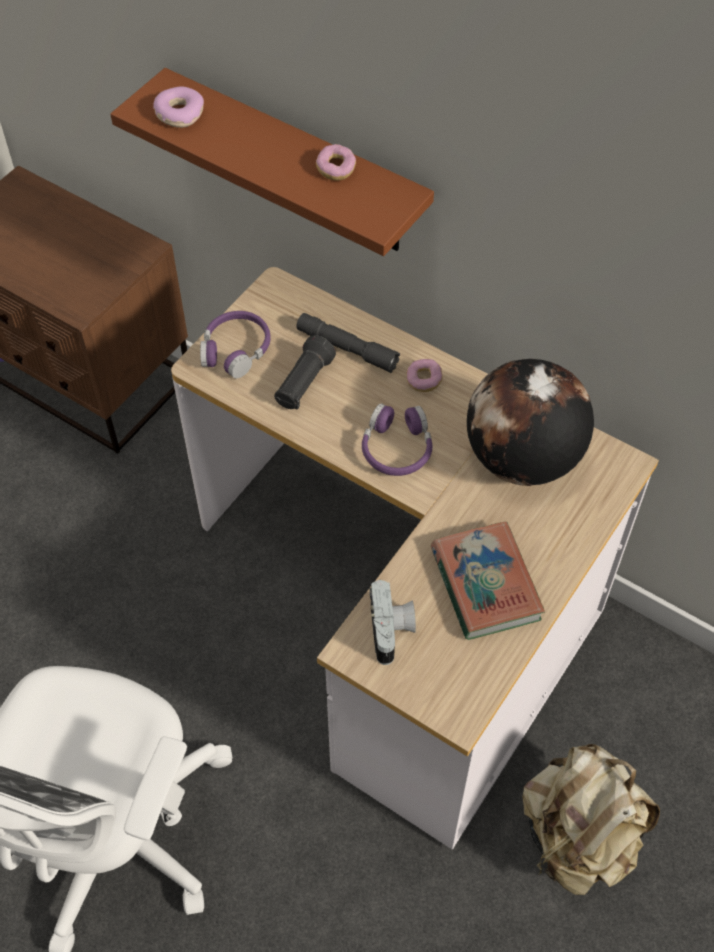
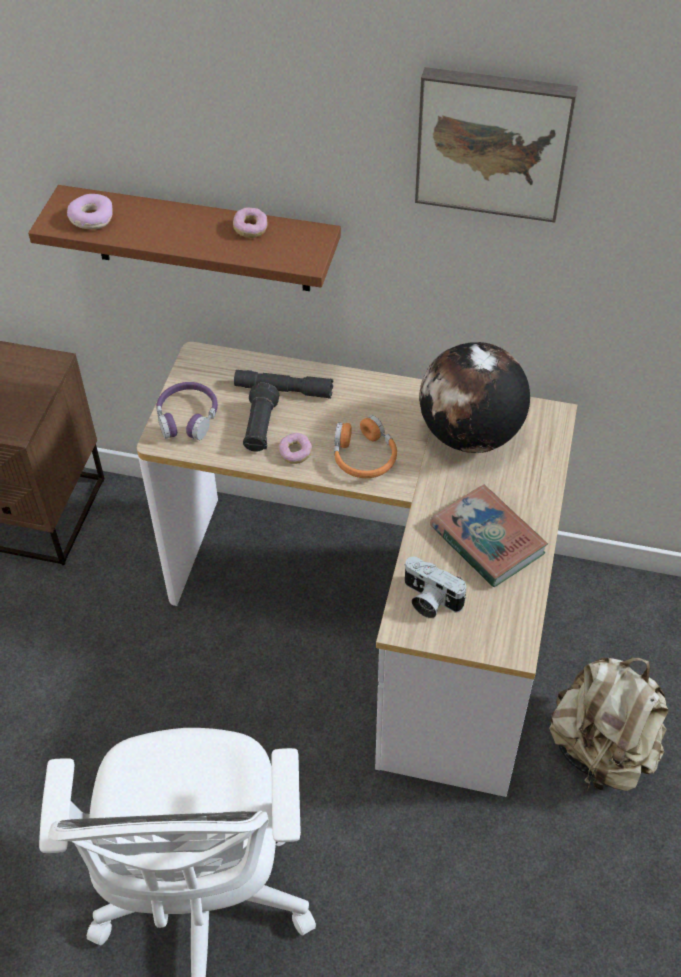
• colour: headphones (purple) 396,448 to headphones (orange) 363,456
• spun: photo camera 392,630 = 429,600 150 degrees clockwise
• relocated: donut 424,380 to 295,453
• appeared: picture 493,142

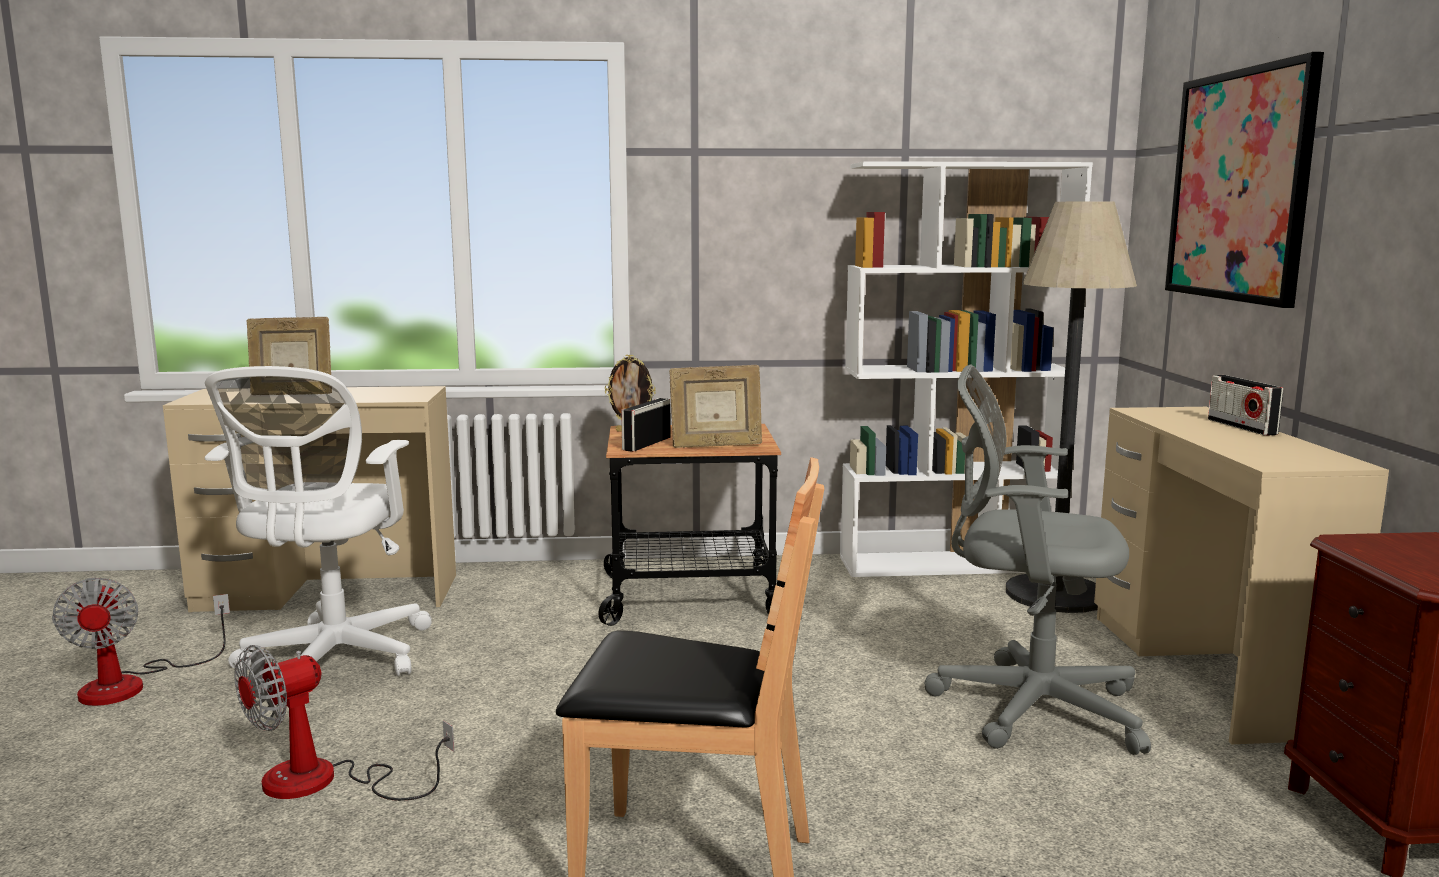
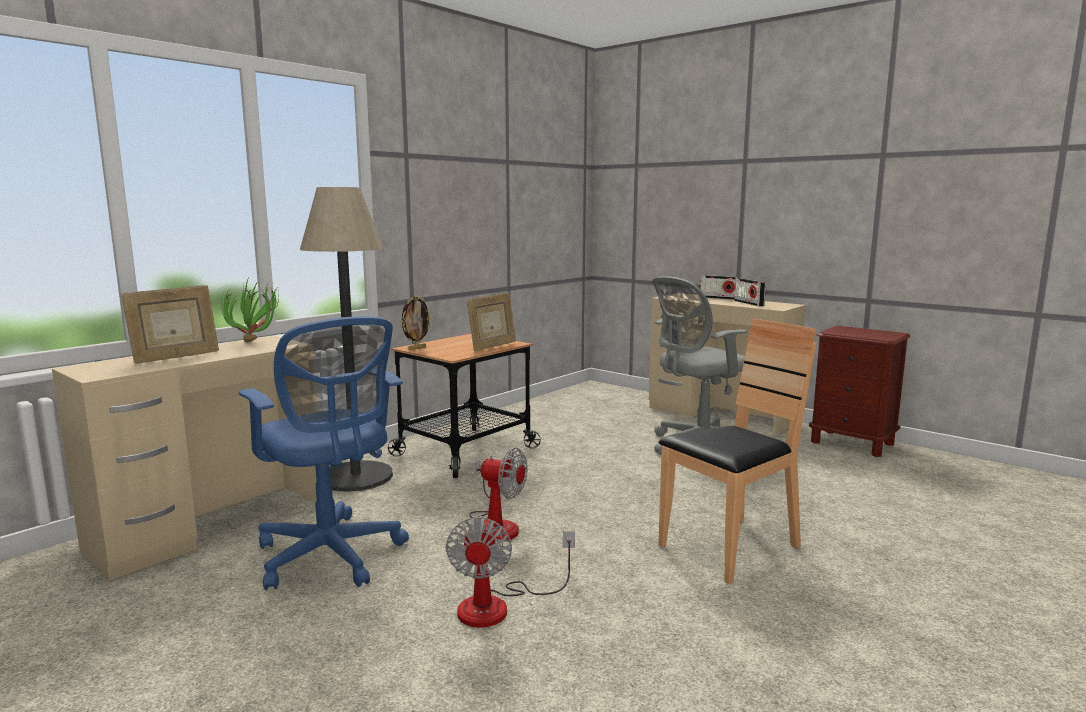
• relocated: fan 133,683 to 495,525
• colour: office chair (white) 333,661 to office chair (blue) 332,557
• relocated: radio 646,444 to 749,303
• missing: bookcase (white) 950,564
• relocated: floor lamp 1055,594 to 355,477
• missing: picture 1239,186
• appeared: potted plant 257,342

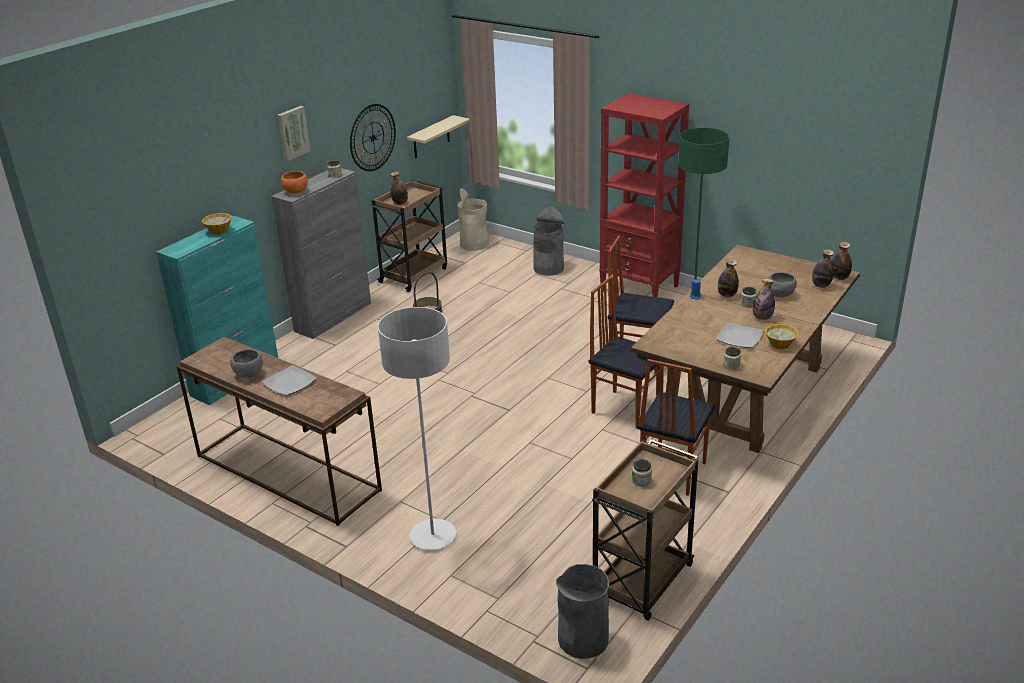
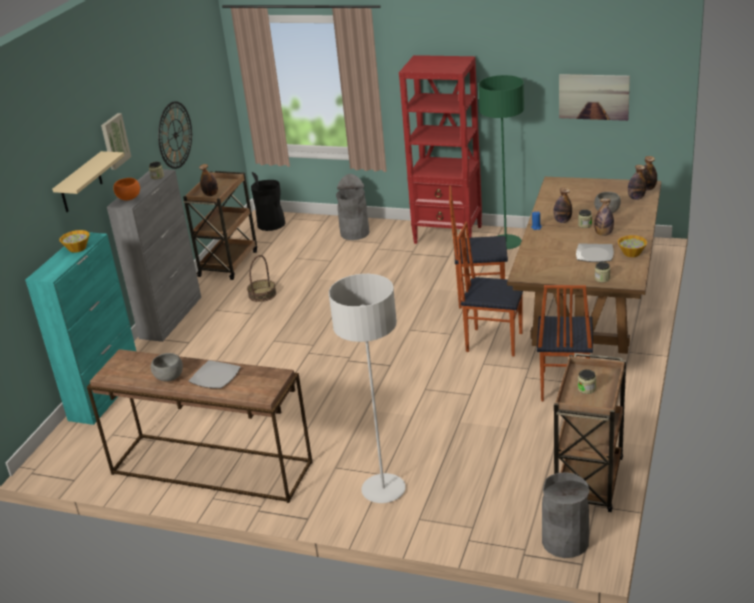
• relocated: shelf (beige) 431,137 to 80,183
• colour: trash can (beige) 474,244 to trash can (black) 271,224
• appeared: picture 593,96

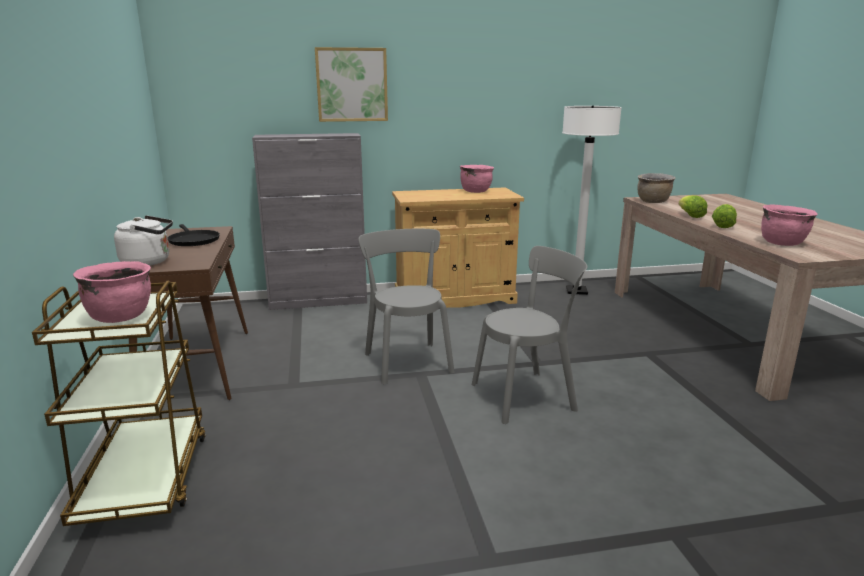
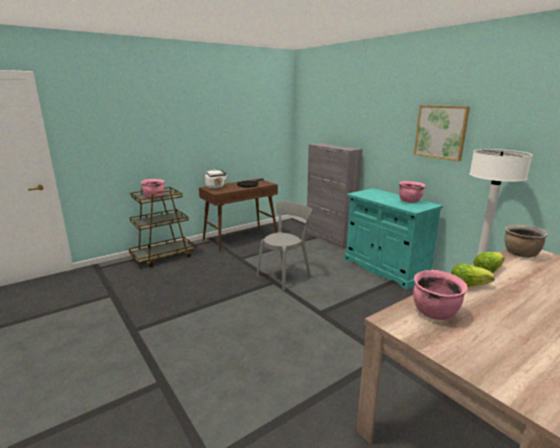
• relocated: picture 352,85 to 440,132
• colour: cabinet (beige) 454,298 to cabinet (turquoise) 385,268
• missing: chair (grey) 527,395

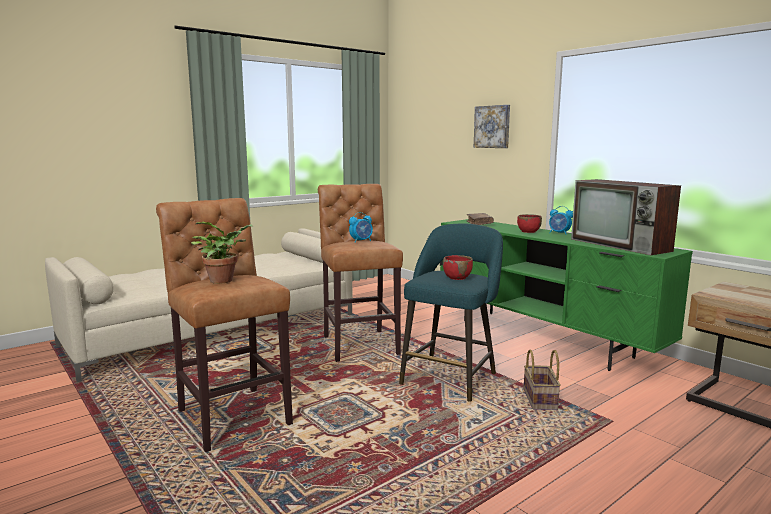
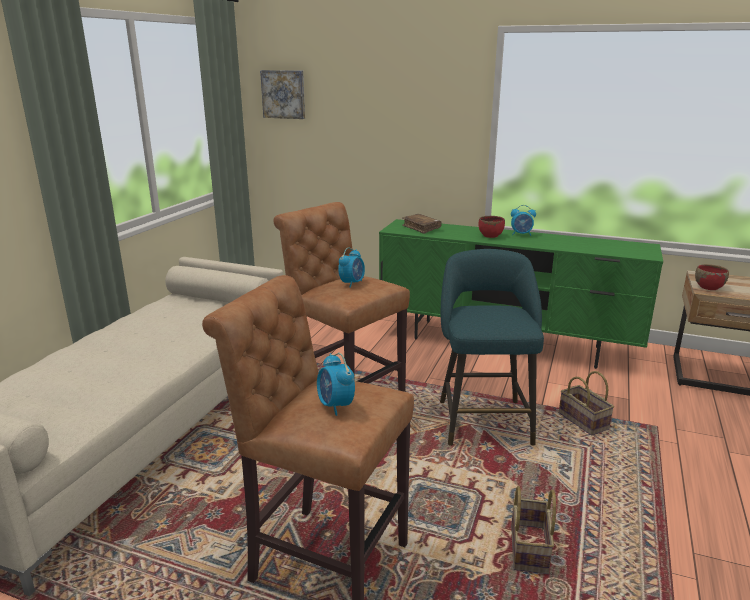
• exchanged: potted plant 224,280 to alarm clock 335,406
• relocated: bowl (red) 457,277 to 708,287
• relocated: picture 492,127 to 284,94
• missing: television 621,245
• appeared: basket 530,551

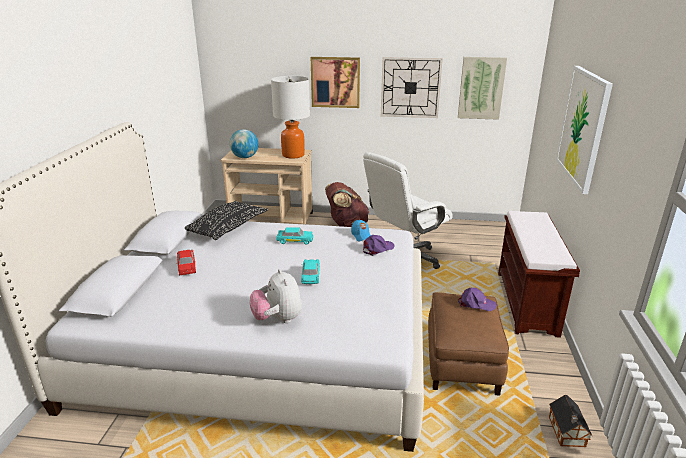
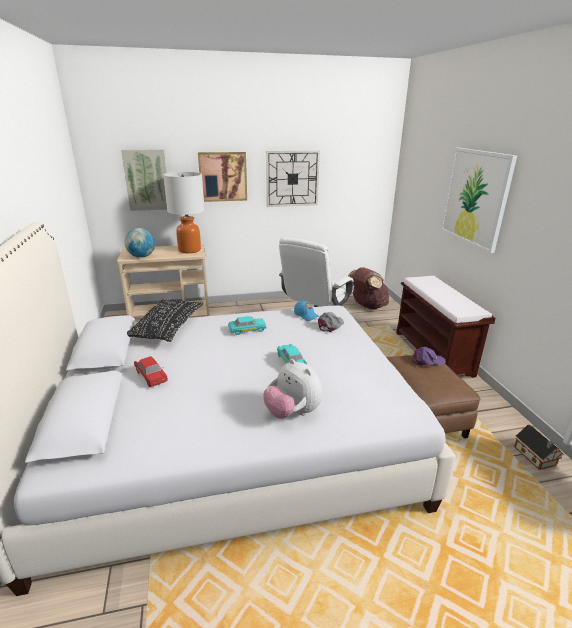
• relocated: backpack (brown) 346,226 to 367,306
• colour: cap (purple) 377,249 to cap (grey) 330,325
• relocated: picture 481,88 to 146,180

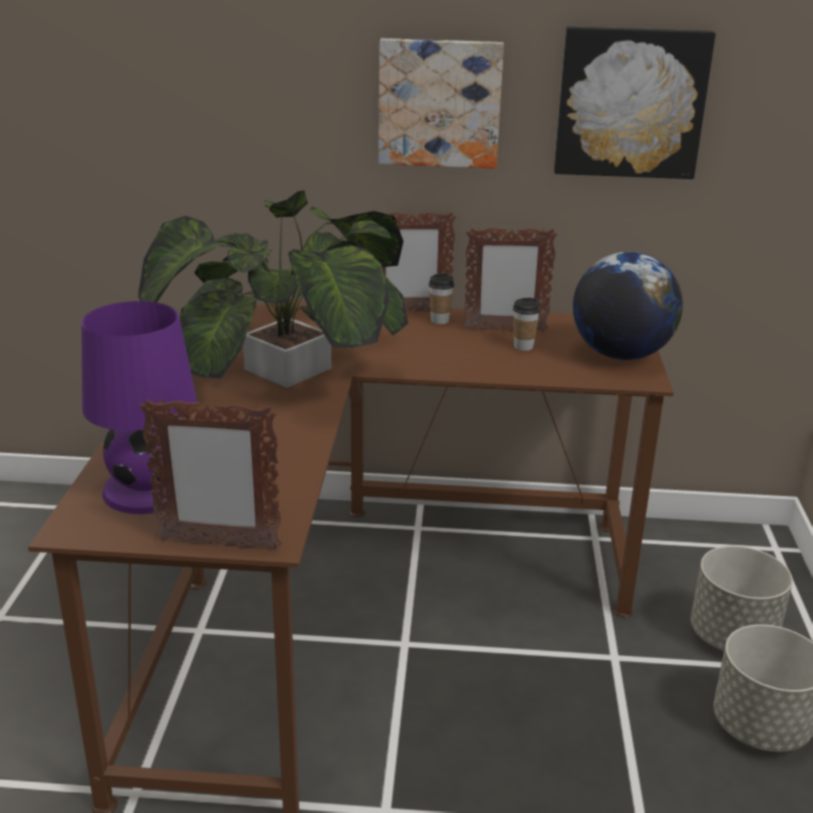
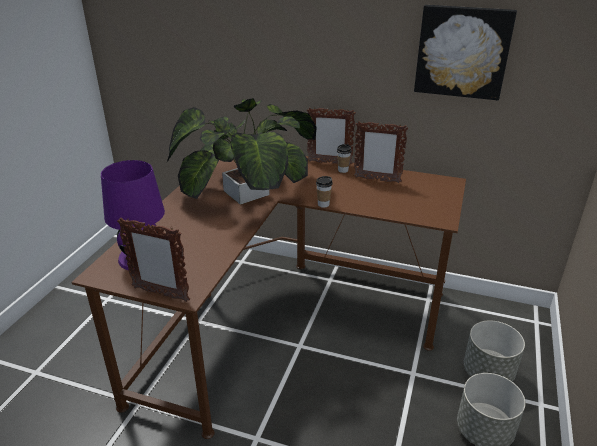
• missing: picture 439,103
• relocated: cup 523,347 to 323,204
• missing: globe 620,355

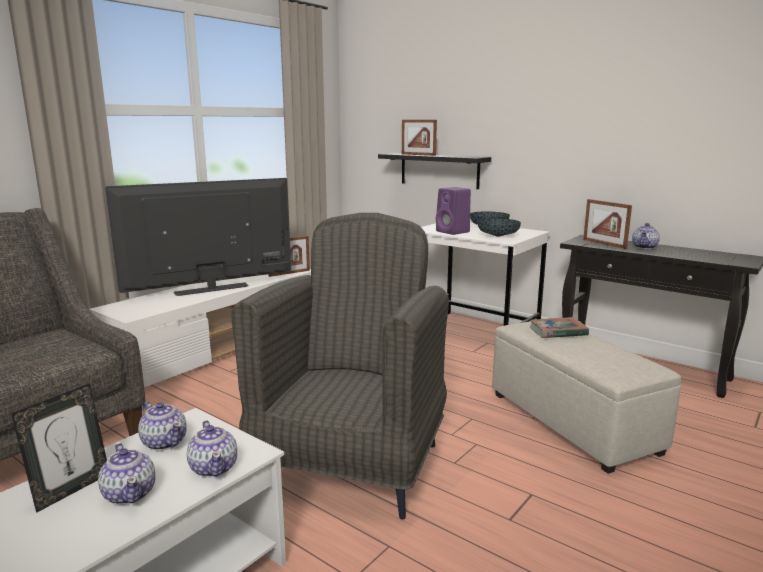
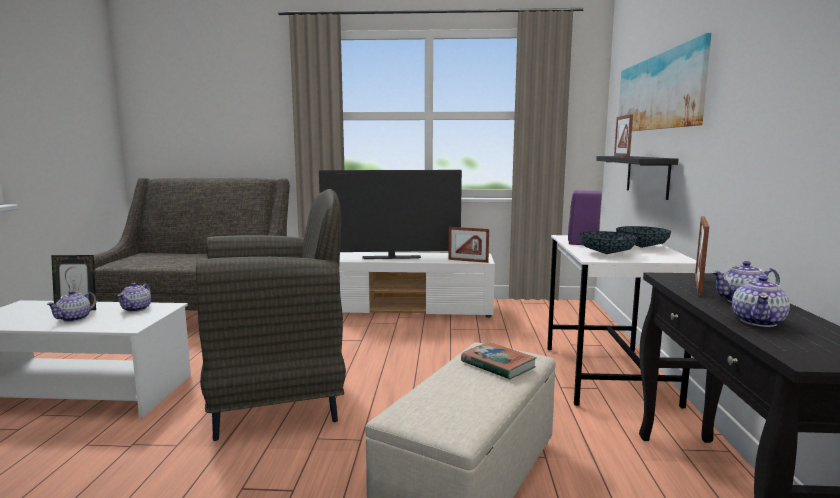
• spun: television 211,289 = 391,257 150 degrees clockwise
• relocated: teapot 214,467 to 758,321
• appeared: picture 659,92

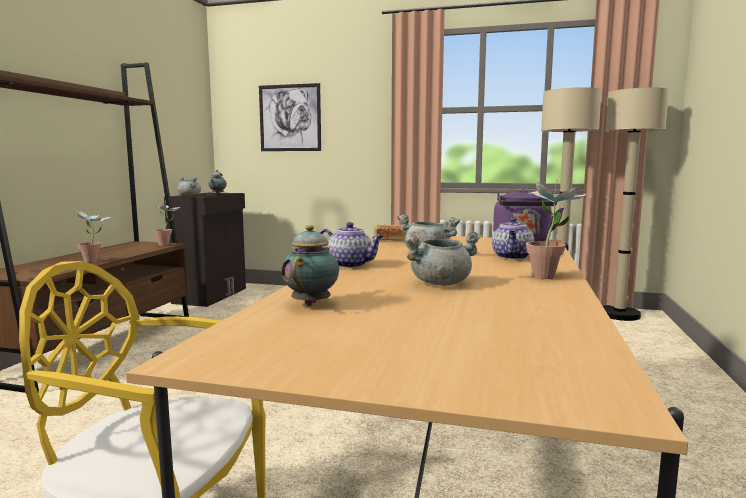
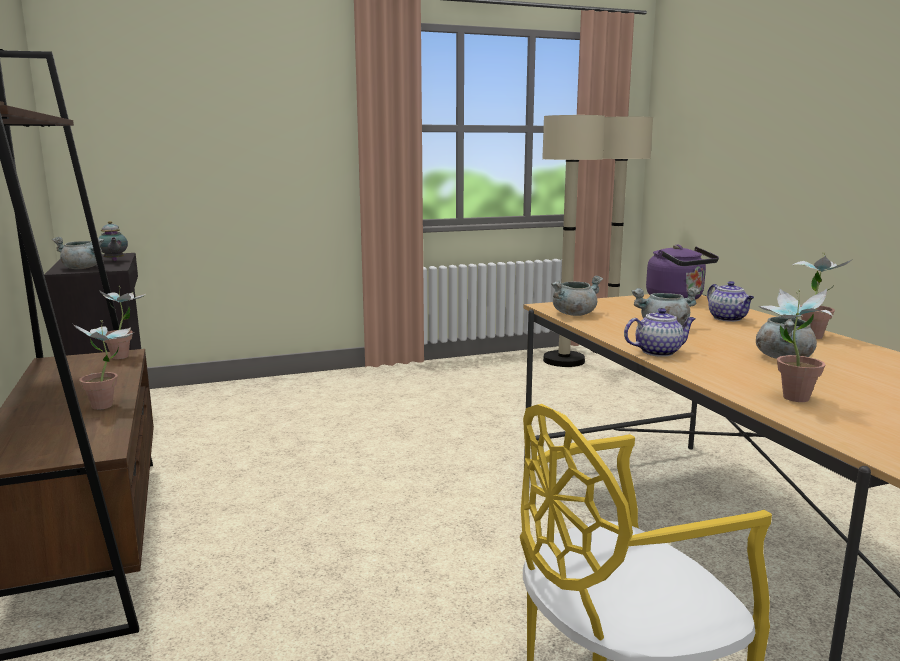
• missing: picture 290,118
• exchanged: teapot 312,303 to potted plant 787,398
• exchanged: bread 391,241 to cooking pot (grey) 574,314

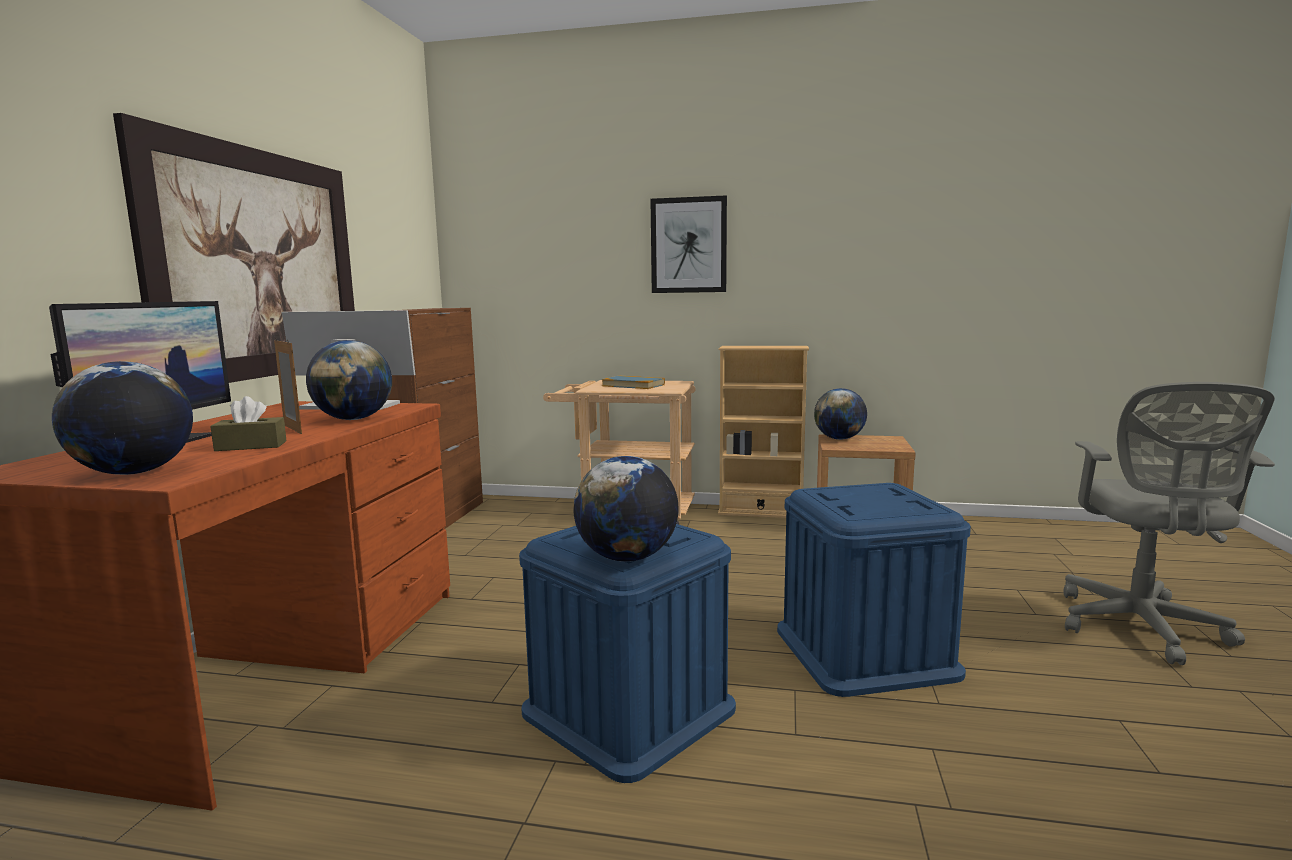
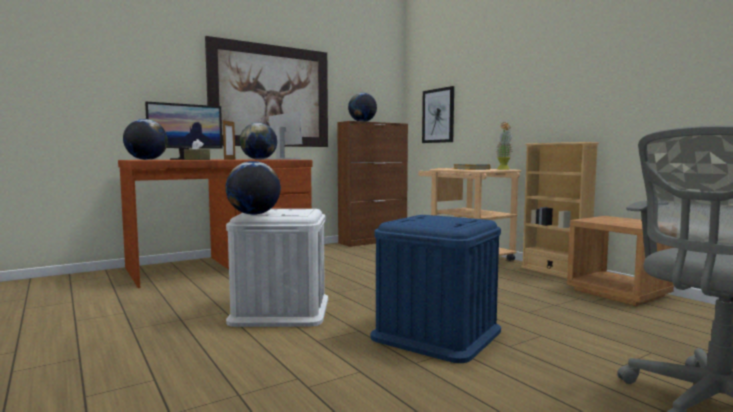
• colour: storage box (blue) 629,709 to storage box (white) 281,310
• relocated: picture 688,245 to 438,115
• relocated: globe 839,439 to 362,122
• appeared: potted plant 503,169

